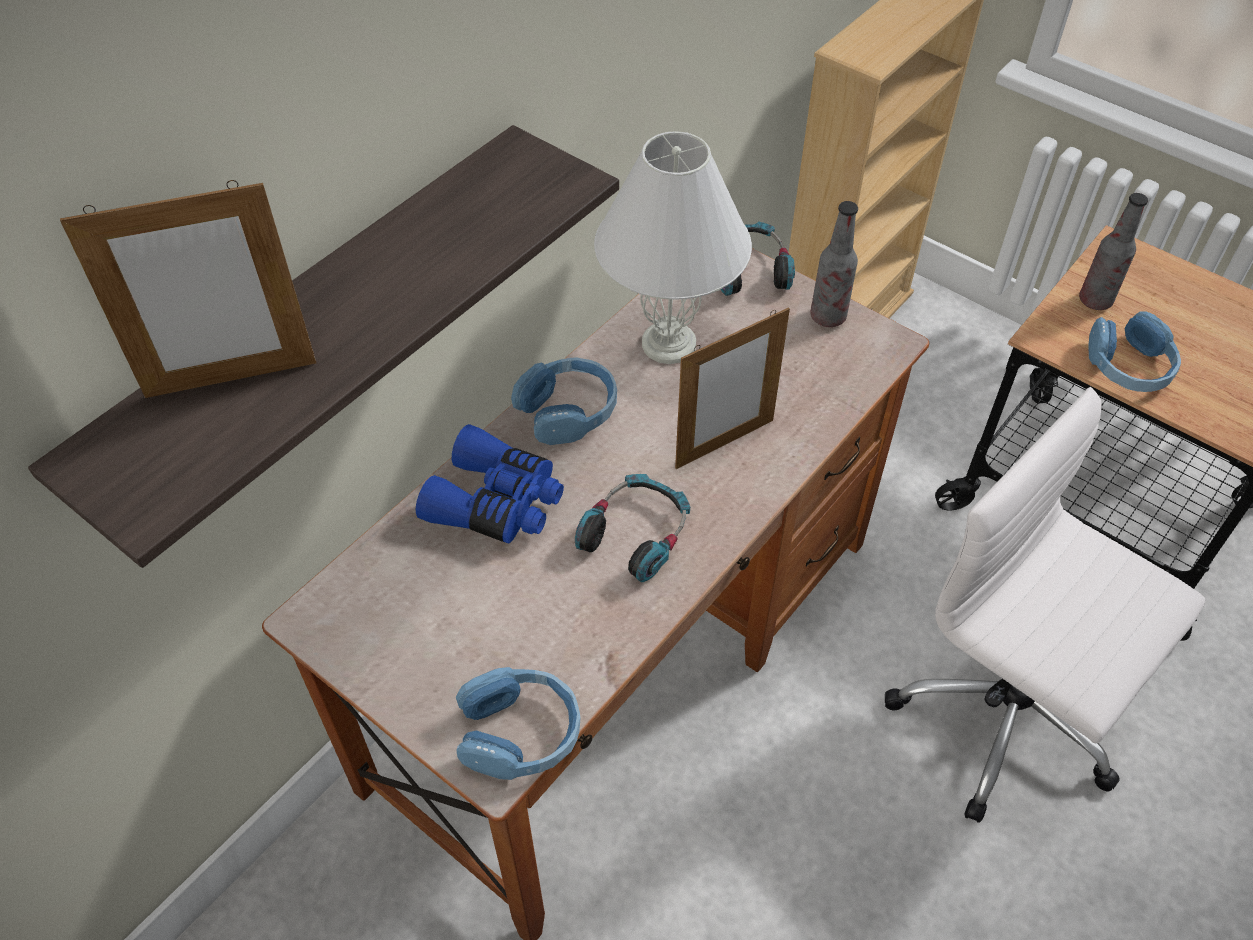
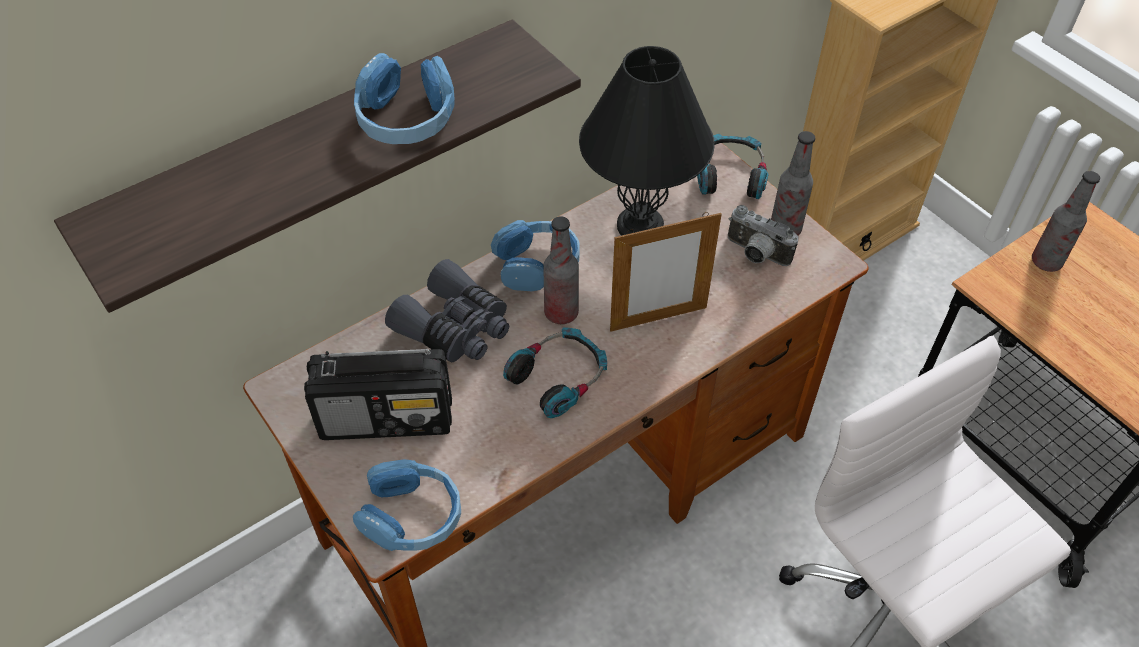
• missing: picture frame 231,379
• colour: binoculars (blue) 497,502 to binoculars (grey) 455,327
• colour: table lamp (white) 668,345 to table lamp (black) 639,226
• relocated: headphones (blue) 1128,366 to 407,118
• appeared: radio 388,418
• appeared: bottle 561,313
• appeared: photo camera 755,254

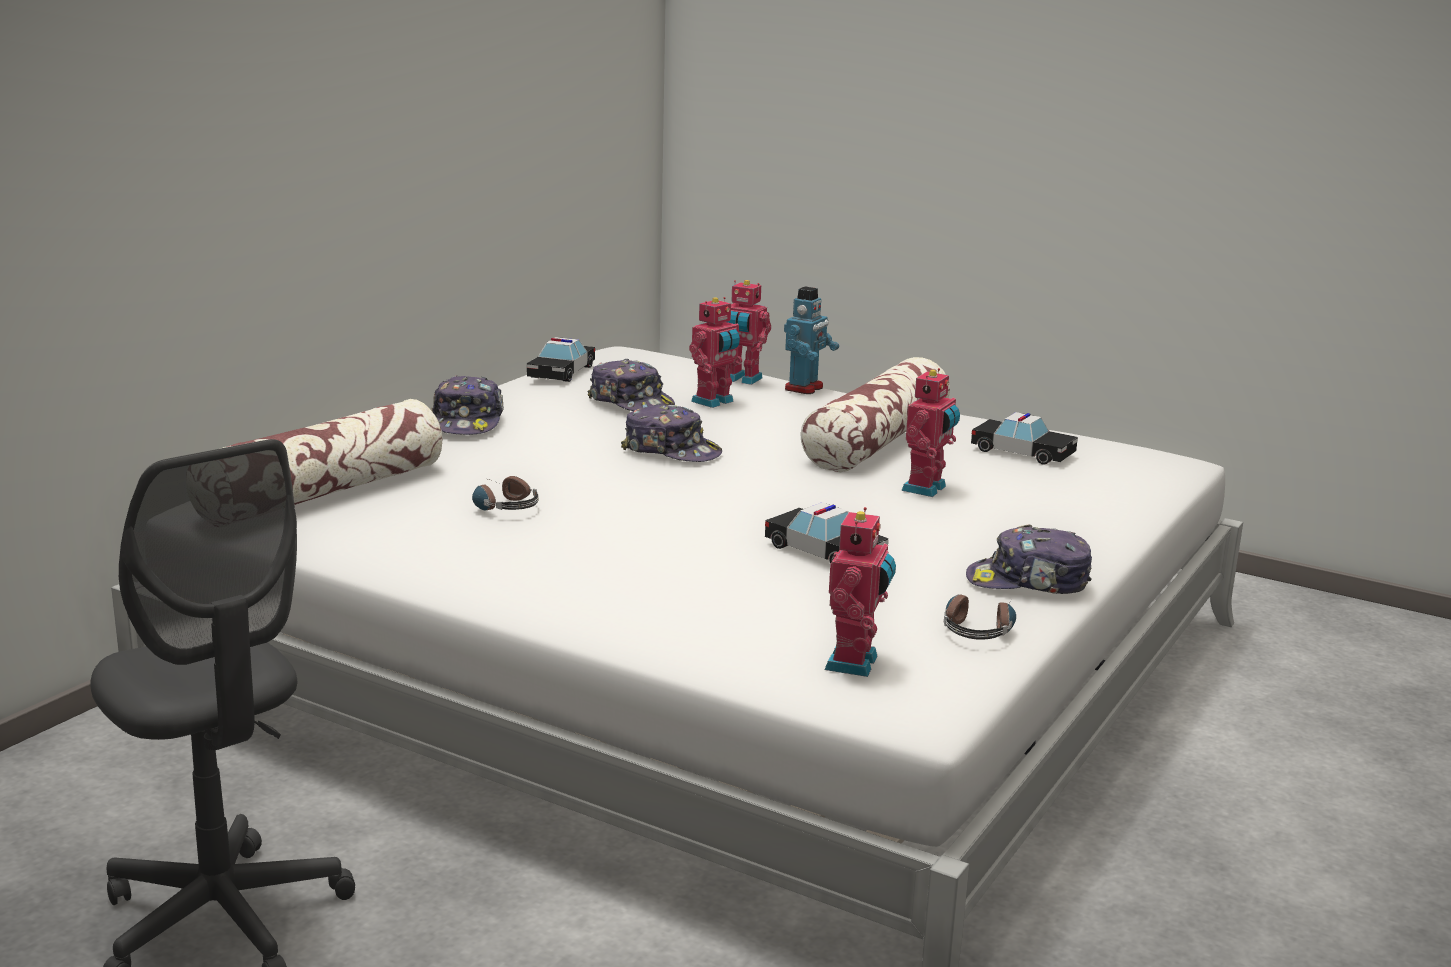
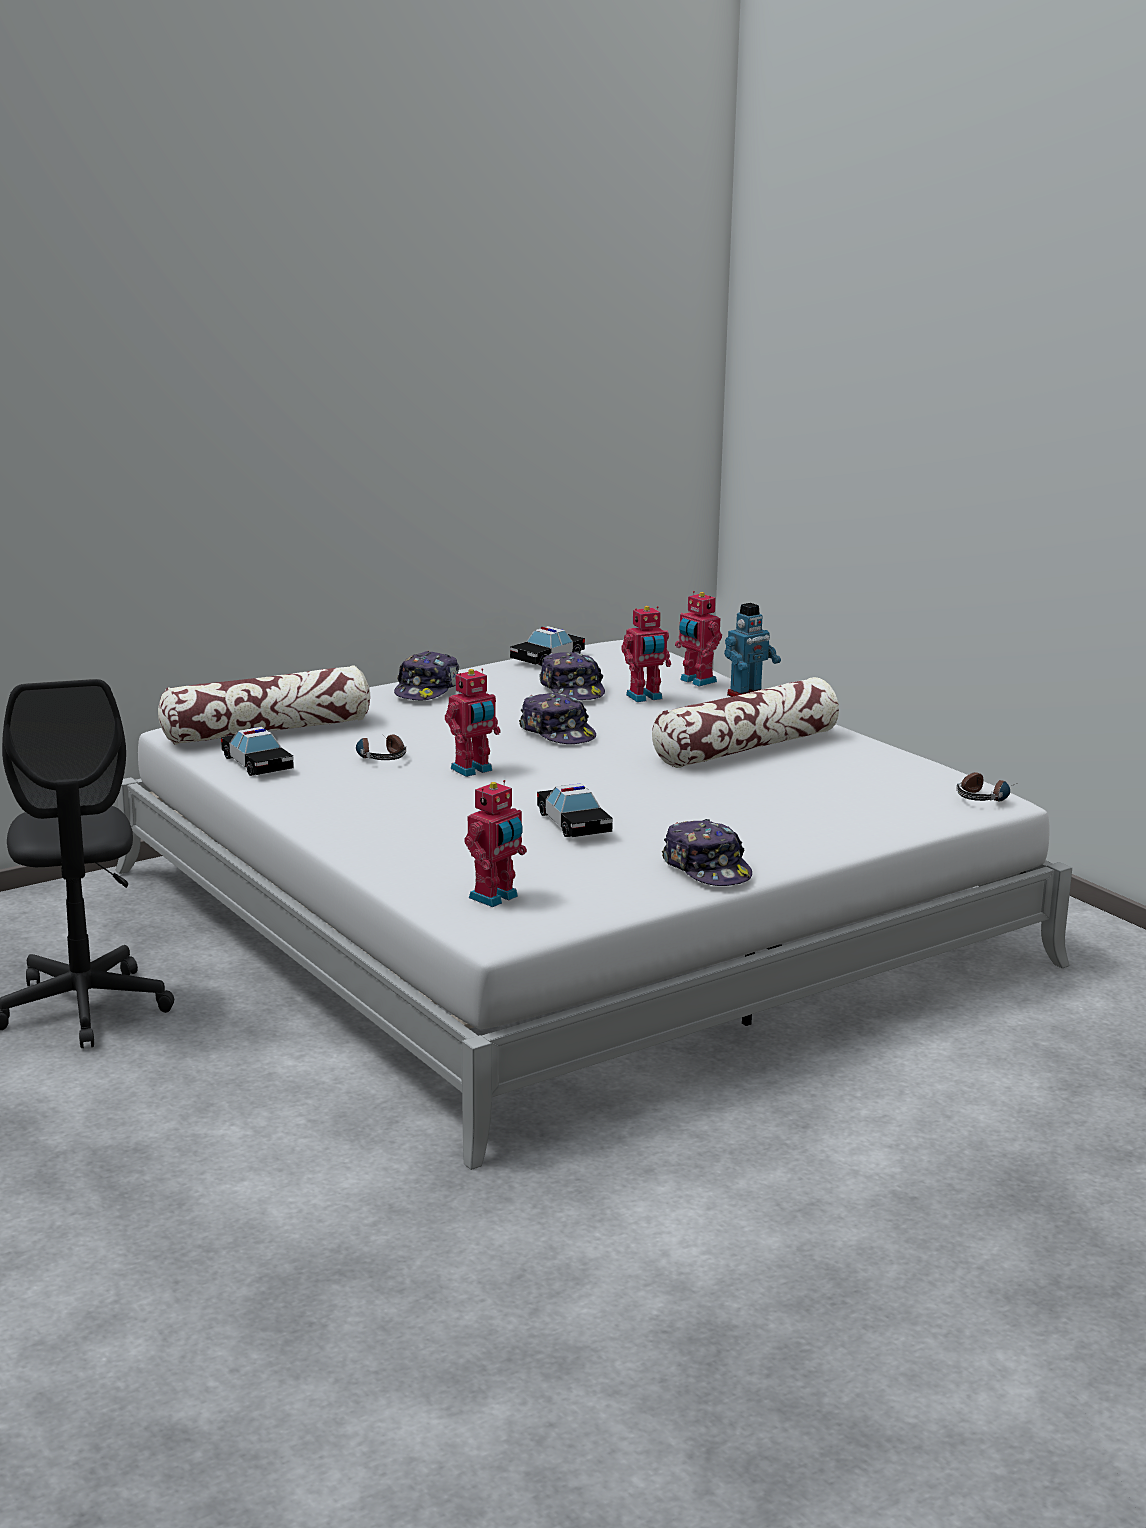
• relocated: toy robot 927,489 to 473,770
• relocated: headphones 978,627 to 985,796
• spun: cap 1028,582 = 707,869 150 degrees counterclockwise
• relocated: toy car 1022,452 to 257,763

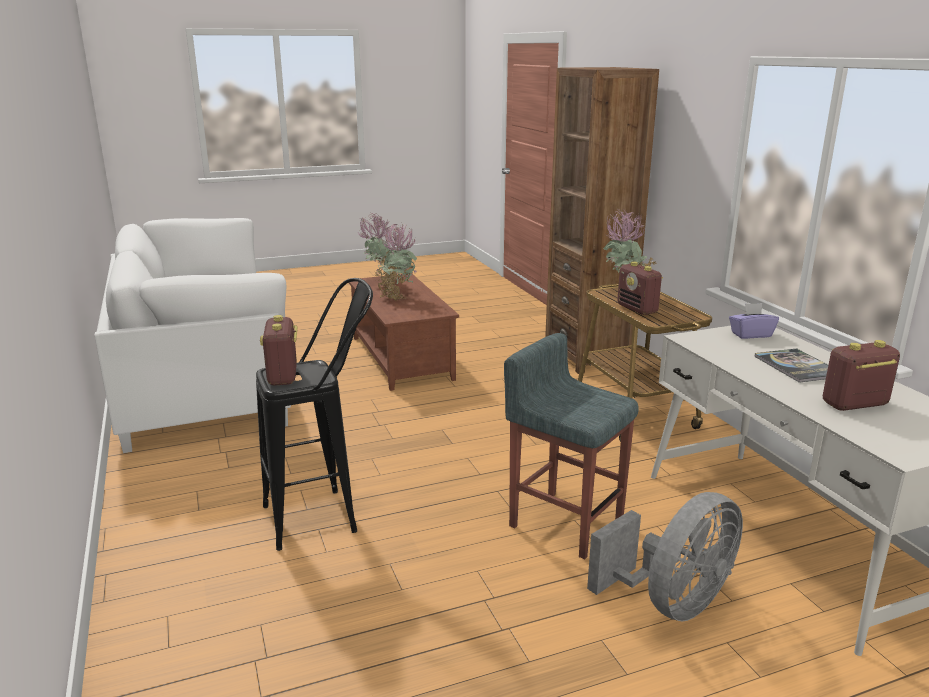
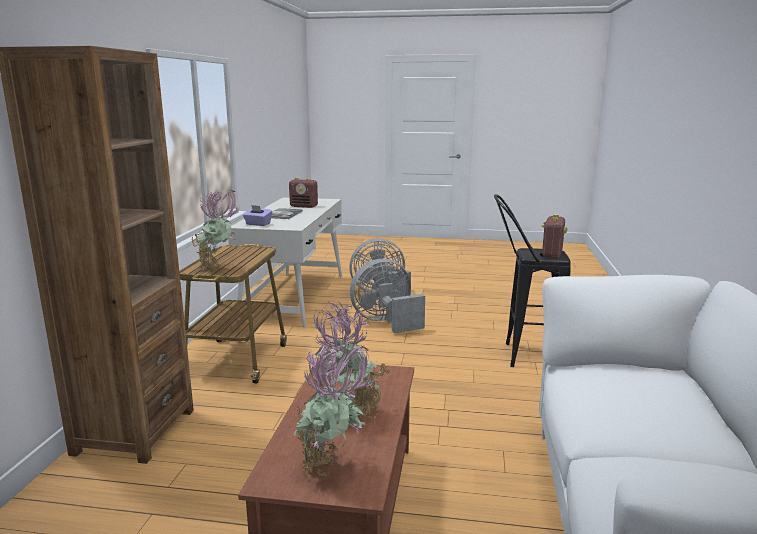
• exchanged: stool (grey) 564,522 to fan (grey) 386,322
• missing: radio 637,309

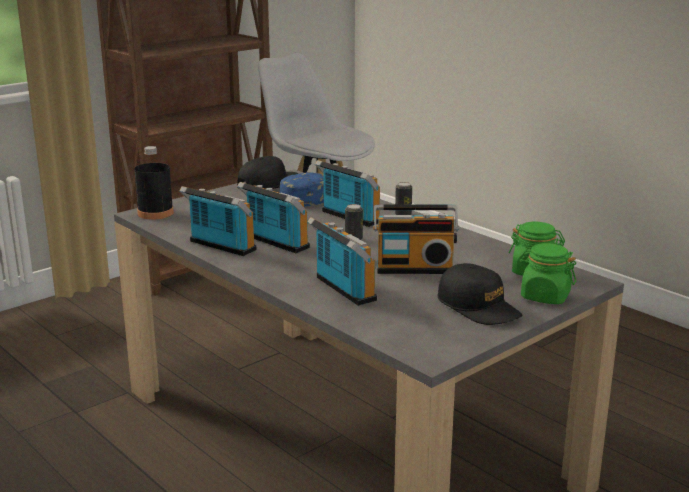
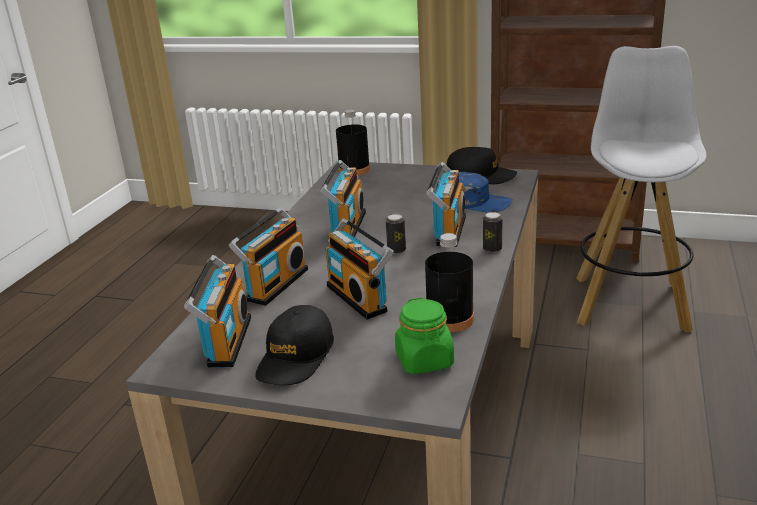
• relocated: radio 220,247 to 225,341
• missing: jar (green) 545,296
• appeared: bottle (black) 450,319

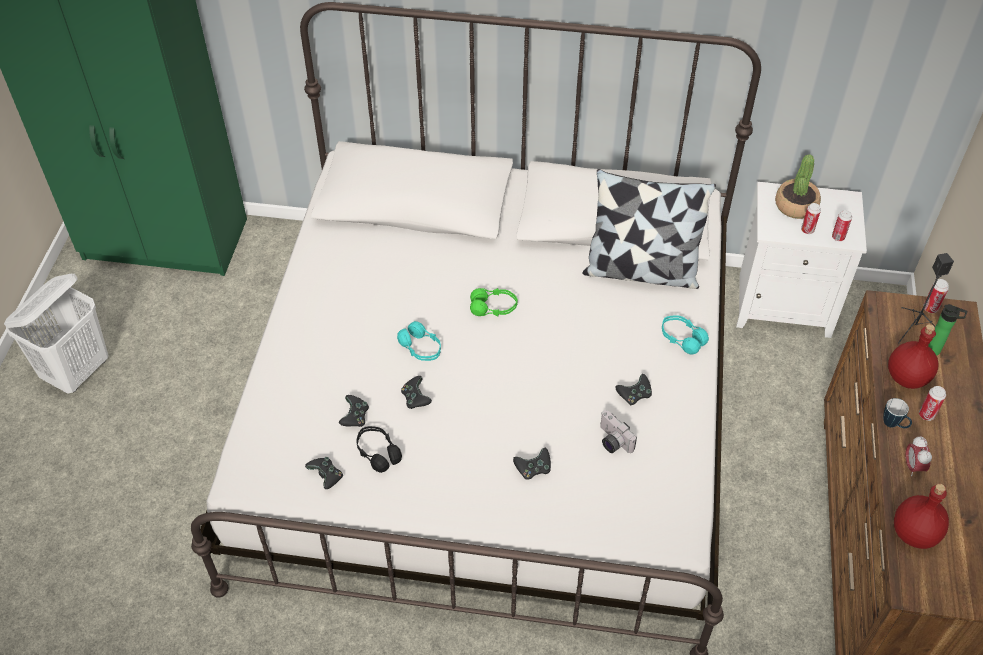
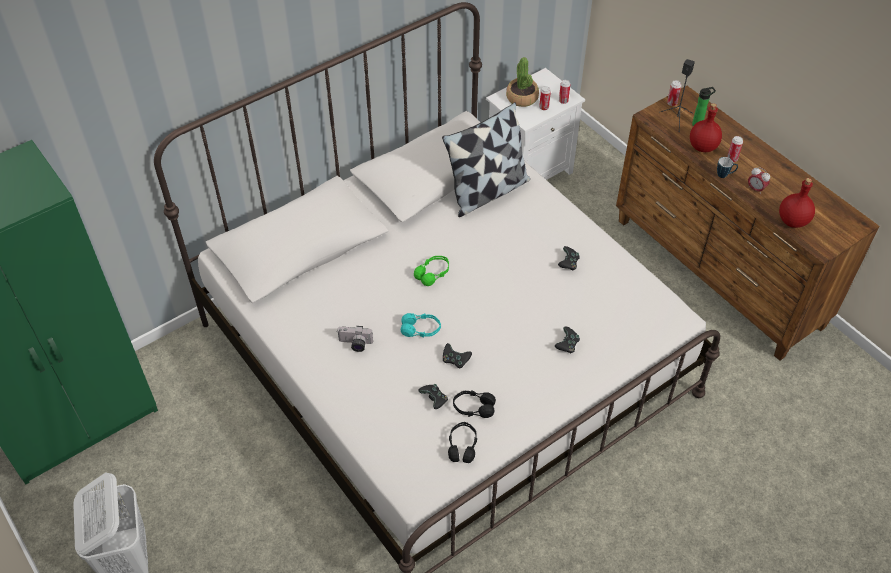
• exchanged: game controller (black) 326,477 to headphones (black) 462,446
• relocated: photo camera 612,441 to 355,344
• missing: headphones (turquoise) 682,339

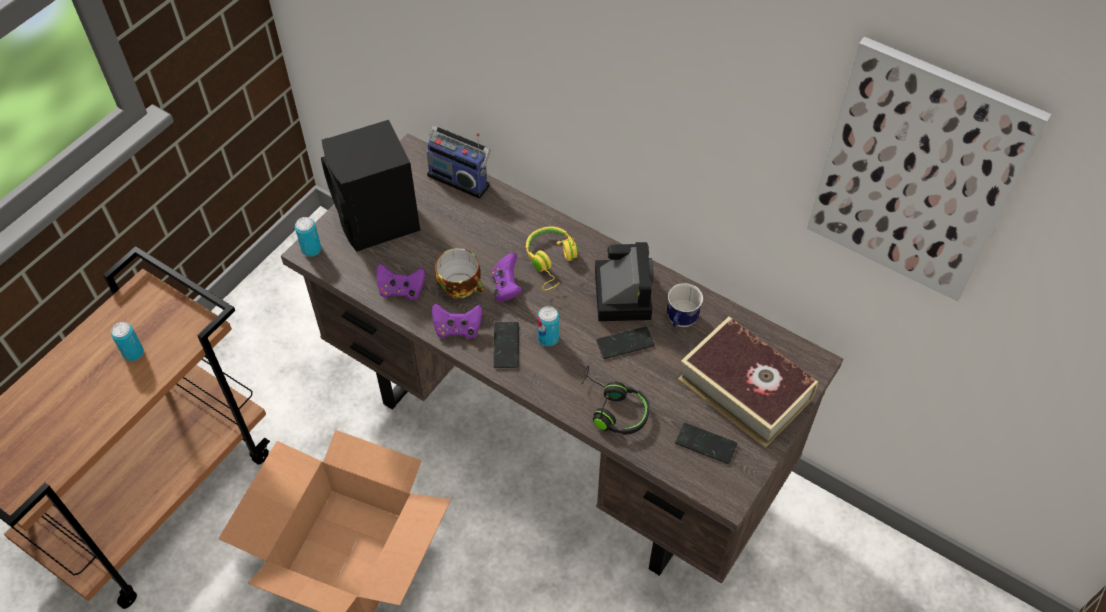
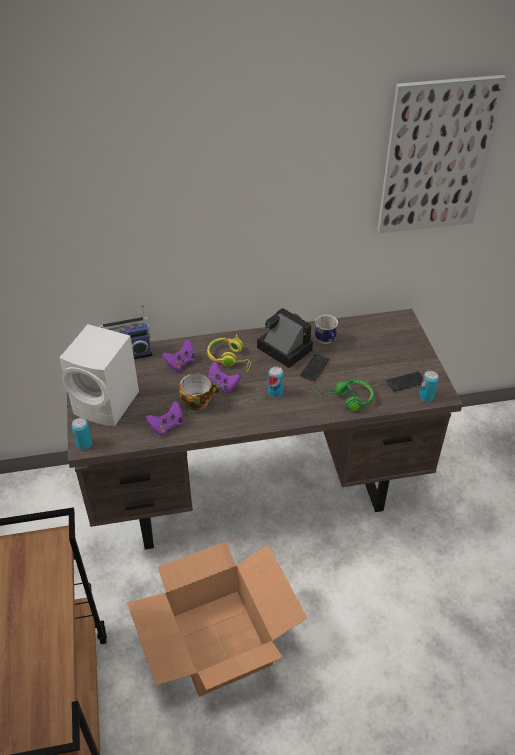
• relocated: can 133,353 to 426,396
• colour: speaker (black) 378,222 to speaker (white) 108,404
• relocated: game controller (purple) 457,329 to 181,363
• missing: phone 506,346
• colour: headphones (black) 612,408 to headphones (green) 346,399
• missing: book 744,389

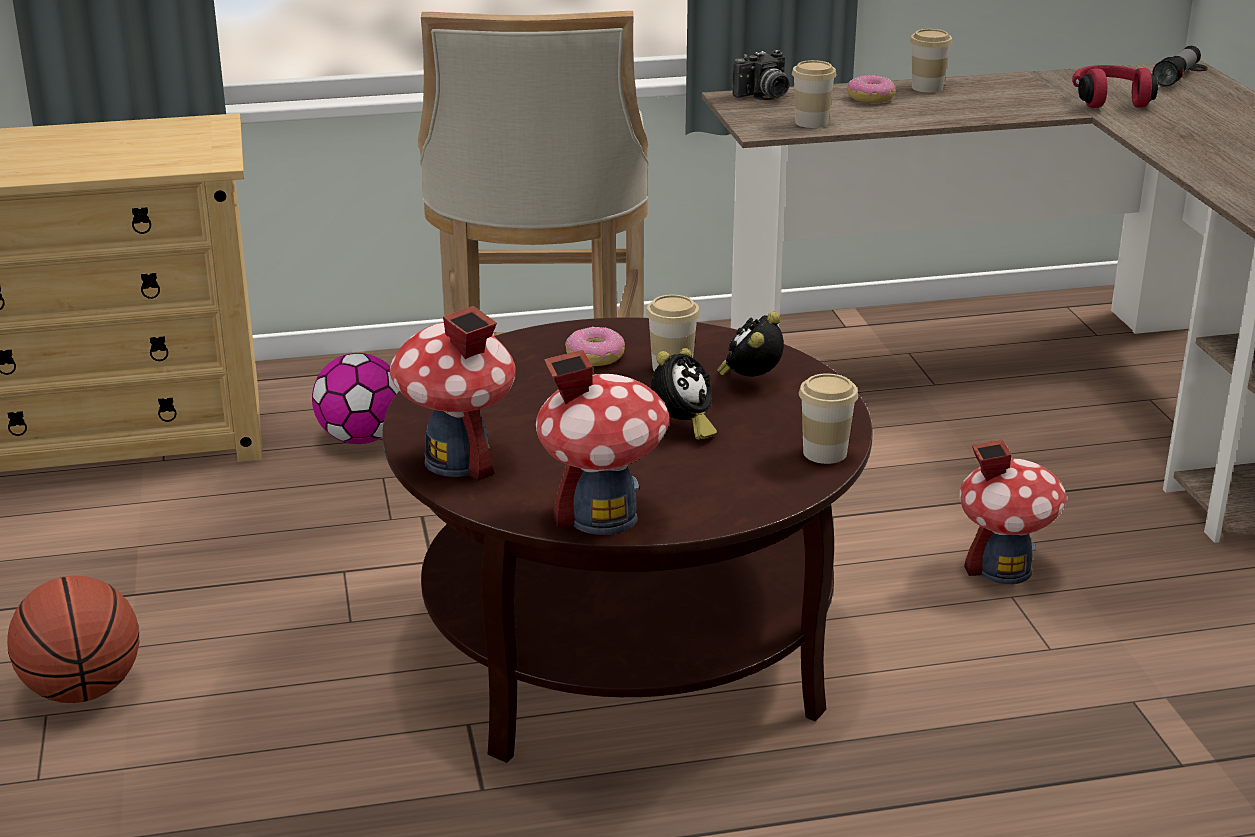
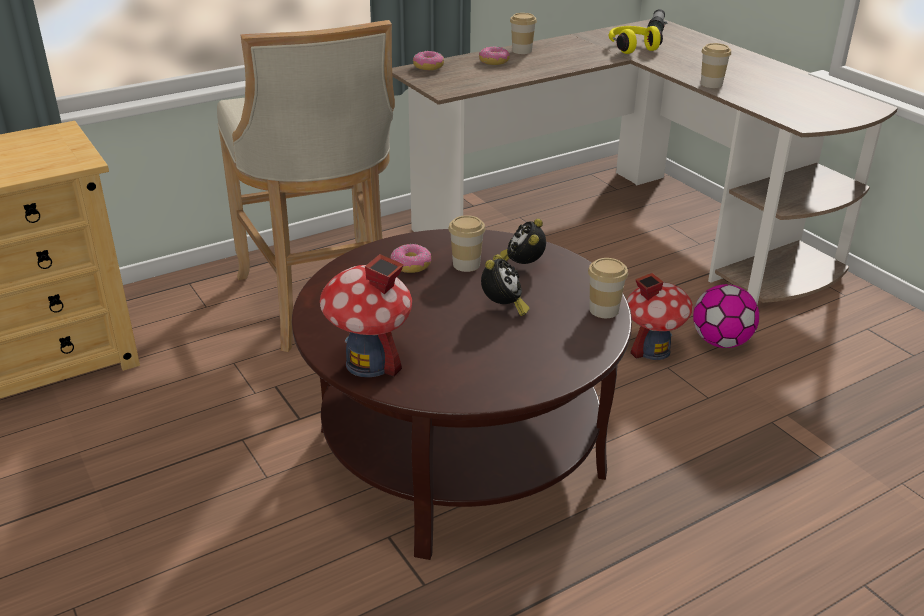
• missing: basketball 82,690
• relocated: football 361,438 to 721,342
• missing: toy house 602,516
• exchanged: photo camera 764,95 to donut 428,66
• relocated: cup 811,122 to 711,84
• colour: headphones (red) 1110,100 to headphones (yellow) 631,47

